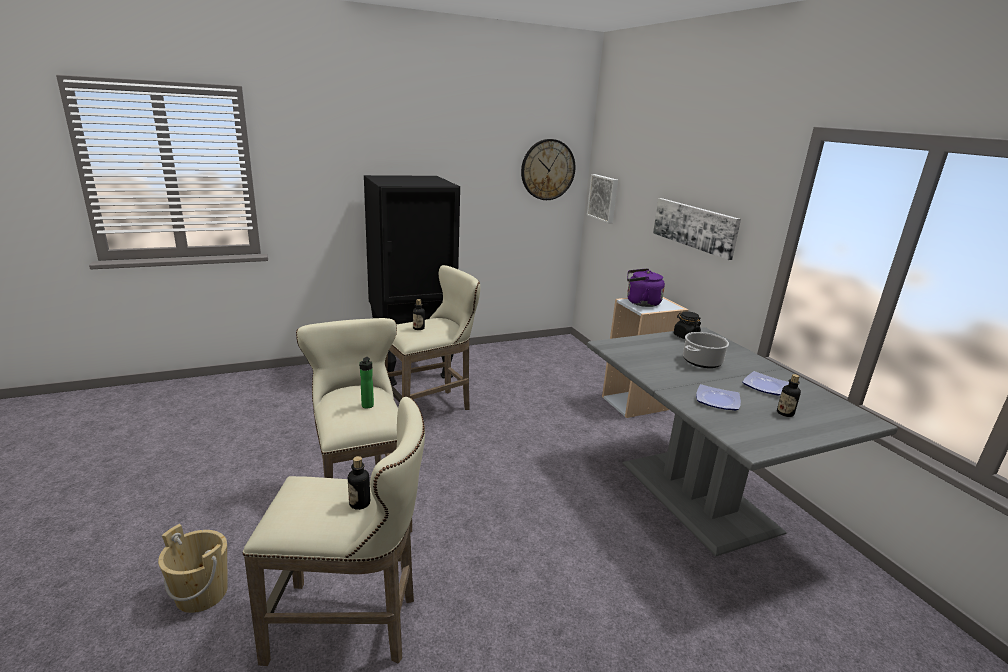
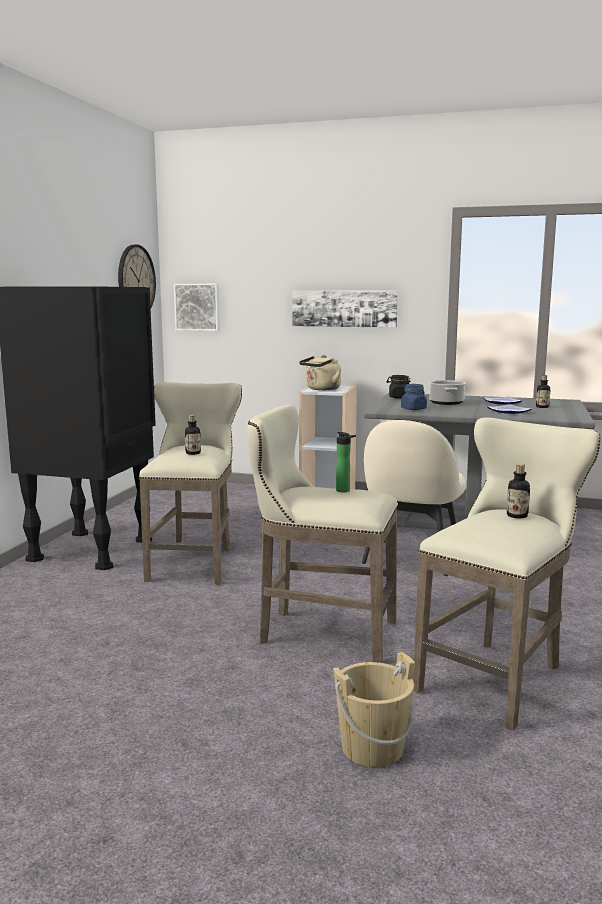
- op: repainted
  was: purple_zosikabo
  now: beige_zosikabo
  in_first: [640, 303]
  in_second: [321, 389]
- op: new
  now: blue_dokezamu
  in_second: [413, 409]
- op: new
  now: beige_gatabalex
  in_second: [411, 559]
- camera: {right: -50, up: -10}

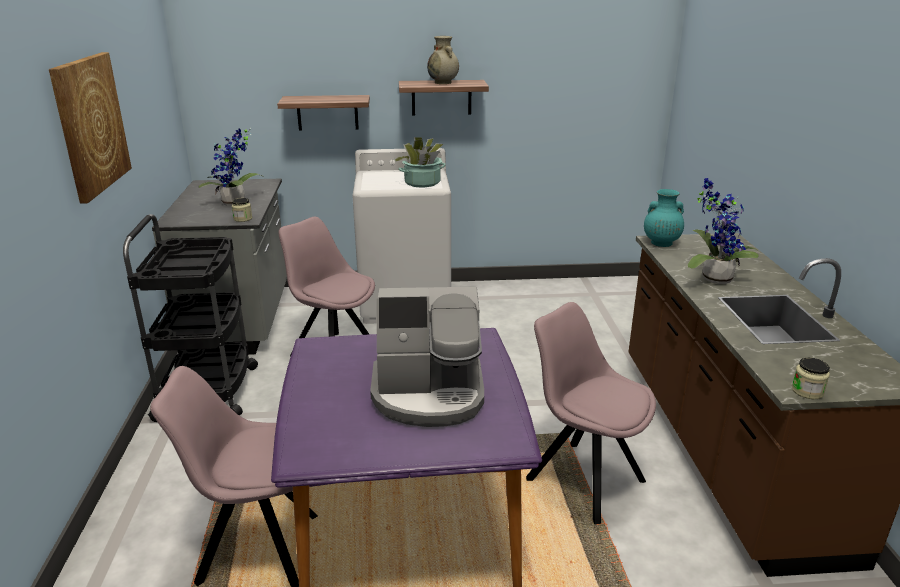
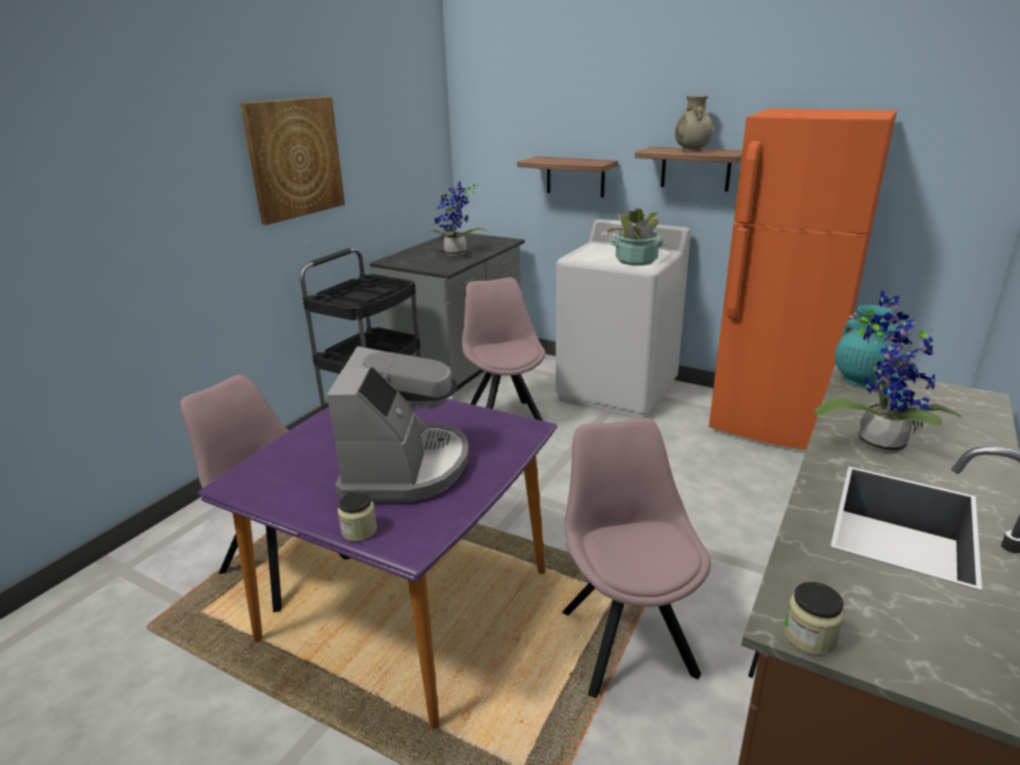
- op: shifted
  was: dokezamu
  in_first: [243, 219]
  in_second: [359, 530]
- op: rotated
  was: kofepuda
  in_first: [429, 394]
  in_second: [405, 467]
  clockwise: -120
- op: new
  now: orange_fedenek
  in_second: [770, 423]
- camera: {right: 35, up: 0}

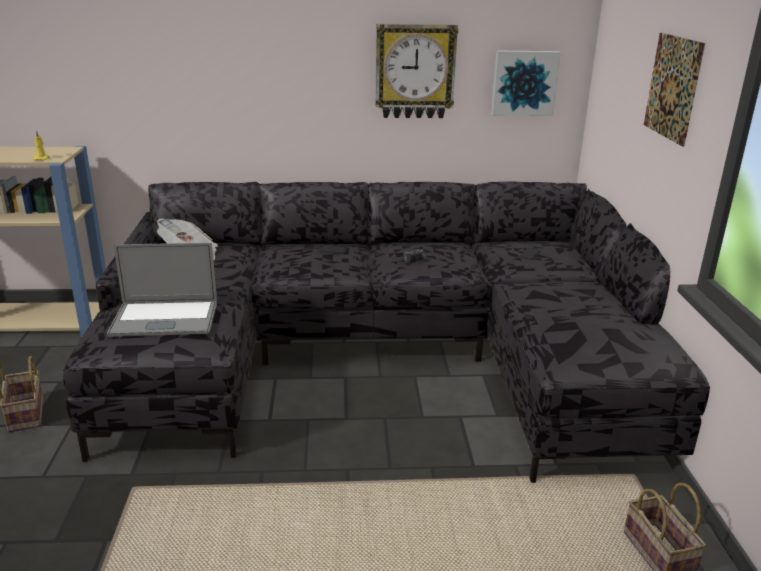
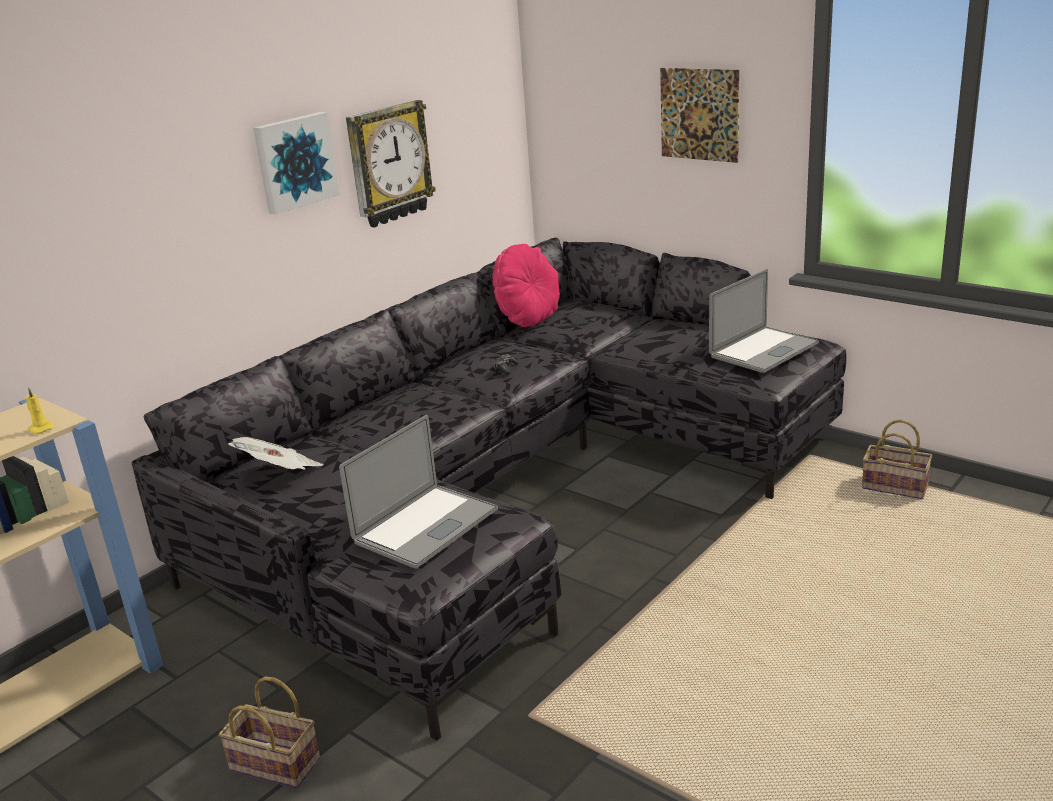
- op: shifted
  was: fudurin
  in_first: [524, 83]
  in_second: [294, 162]
- op: new
  now: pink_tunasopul
  in_second: [529, 321]
- op: new
  now: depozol
  in_second: [763, 350]
- camera: {right: -45, up: 0}

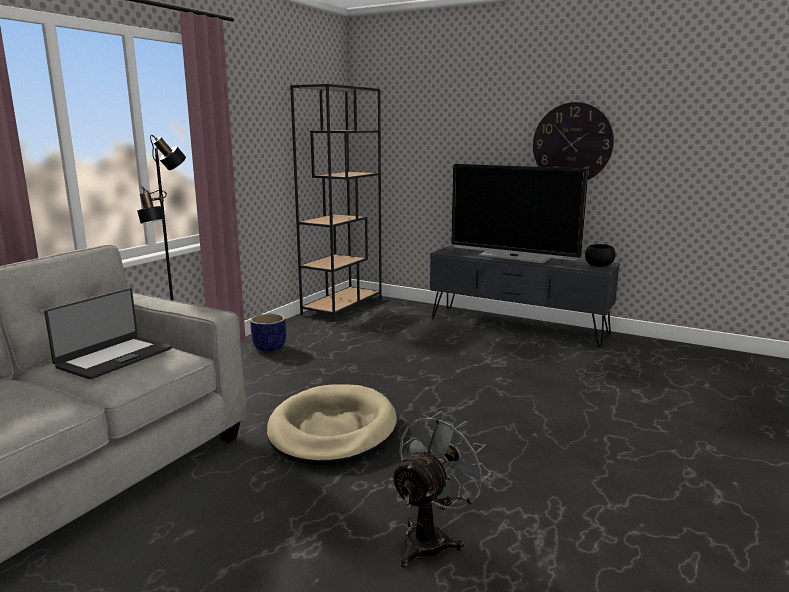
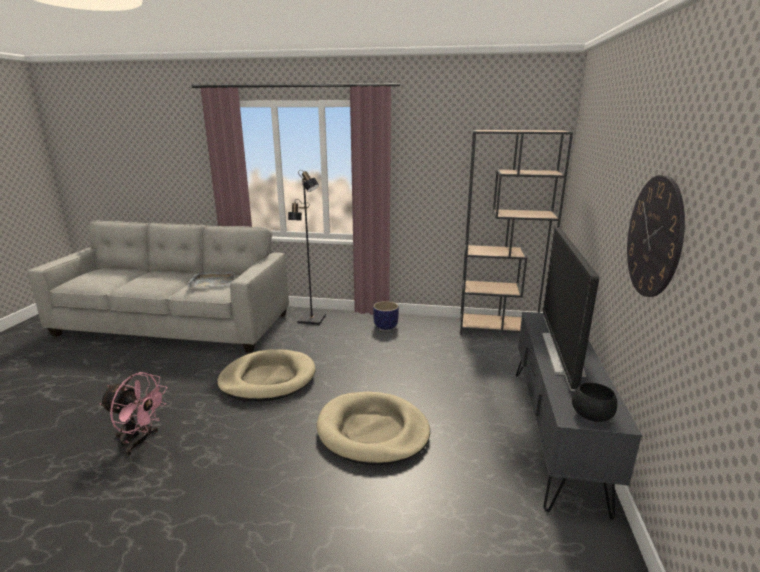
- op: swapped
  was: depozol
  now: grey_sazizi
  in_first: [114, 357]
  in_second: [212, 282]
- op: repainted
  was: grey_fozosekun
  now: pink_fozosekun
  in_first: [432, 538]
  in_second: [140, 441]
- op: new
  now: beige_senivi
  in_second: [373, 431]
- camera: {right: 70, up: 5}

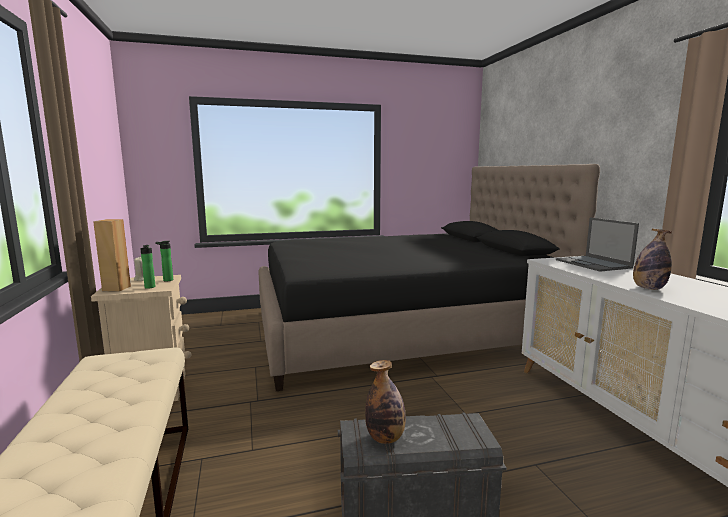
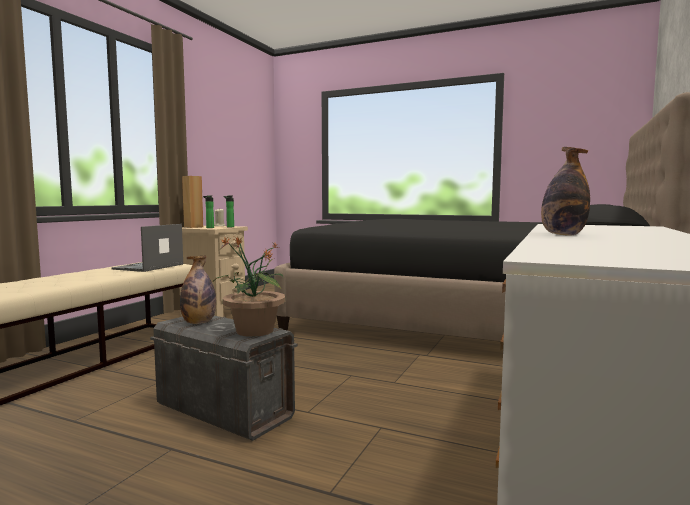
- op: shifted
  was: depozol
  in_first: [593, 264]
  in_second: [148, 267]
- op: new
  now: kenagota
  in_second: [254, 331]
- camera: {right: 40, up: -5}

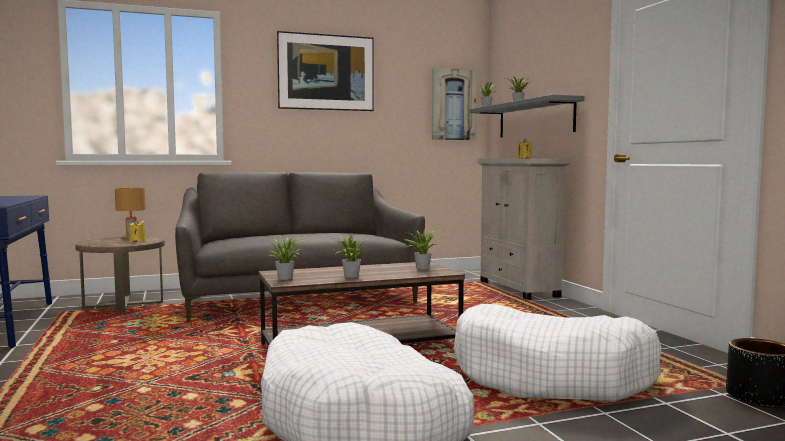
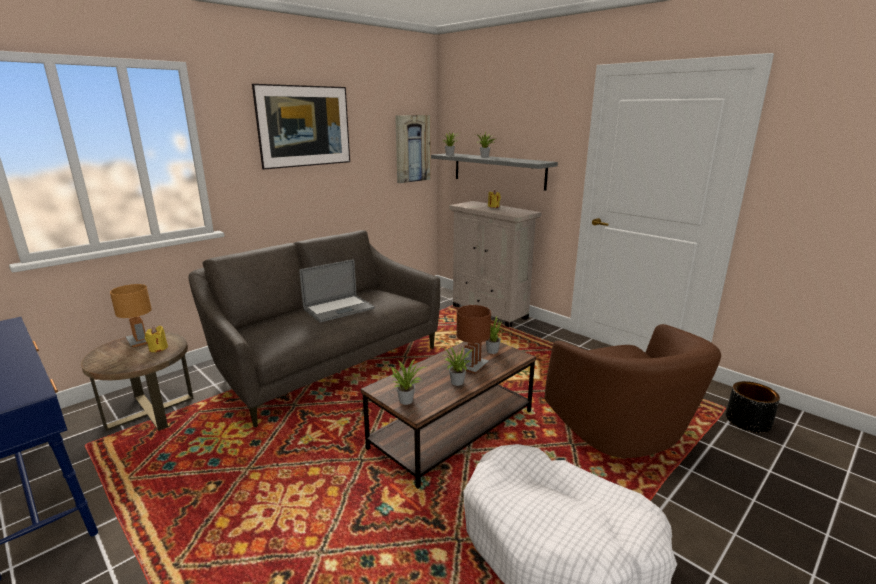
- op: swapped
  was: white_senivi
  now: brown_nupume
  in_first: [551, 377]
  in_second: [620, 433]
- op: new
  now: depozol
  in_second: [339, 309]
- op: new
  now: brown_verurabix
  in_second: [472, 366]
- camera: {right: -25, up: 15}

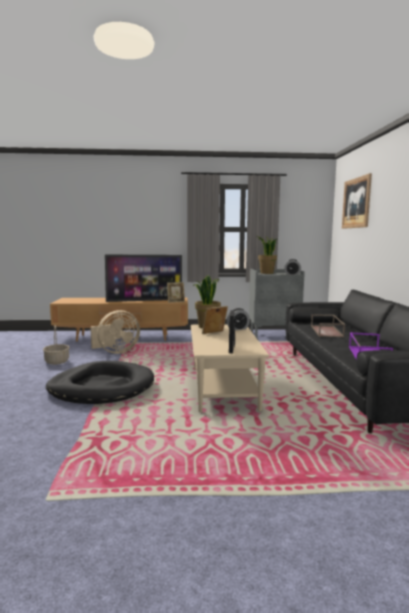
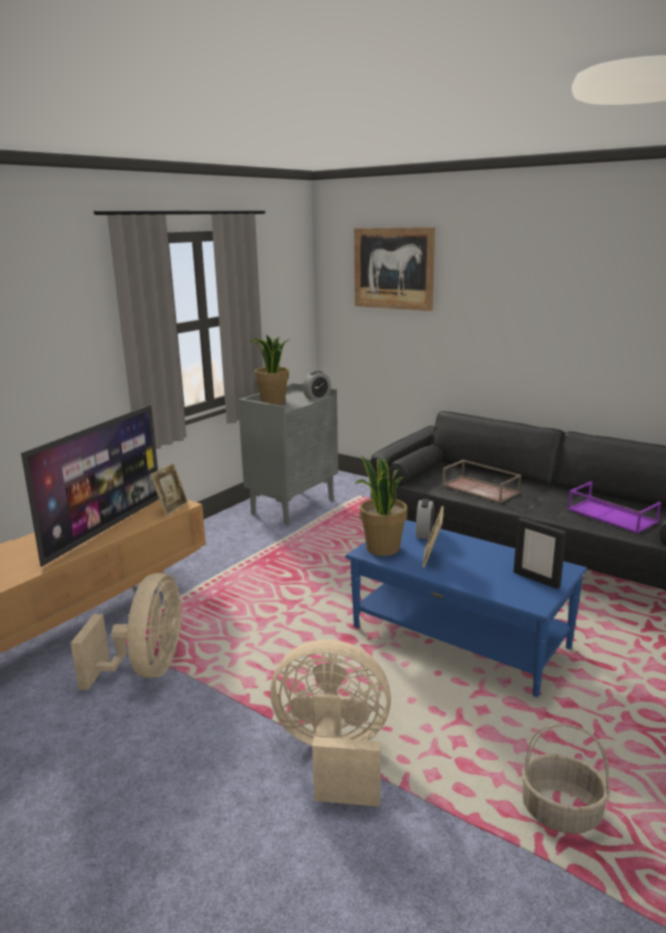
- op: repainted
  was: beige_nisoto
  now: blue_nisoto
  in_first: [223, 387]
  in_second: [460, 638]
- op: shifted
  was: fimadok
  in_first: [56, 361]
  in_second: [560, 812]
- op: swapped
  was: black_senivi
  now: beige_fozosekun
  in_first: [102, 387]
  in_second: [333, 756]
- camera: {right: -50, up: 10}

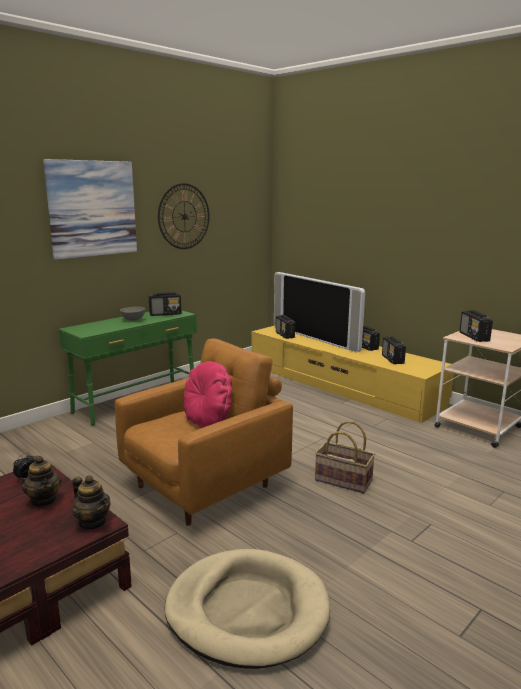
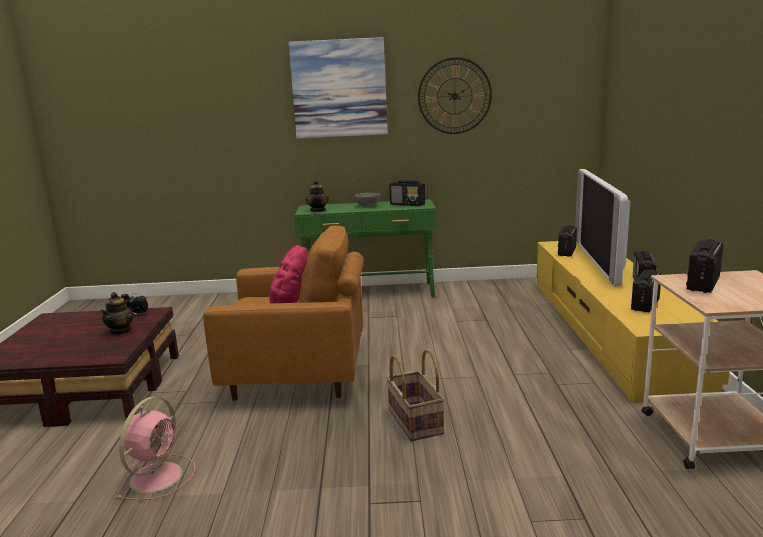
- op: shifted
  was: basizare
  in_first: [93, 522]
  in_second: [318, 210]
- op: swapped
  was: beige_senivi
  now: pink_fozosekun
  in_first: [247, 610]
  in_second: [157, 476]
- camera: {right: 45, up: 0}

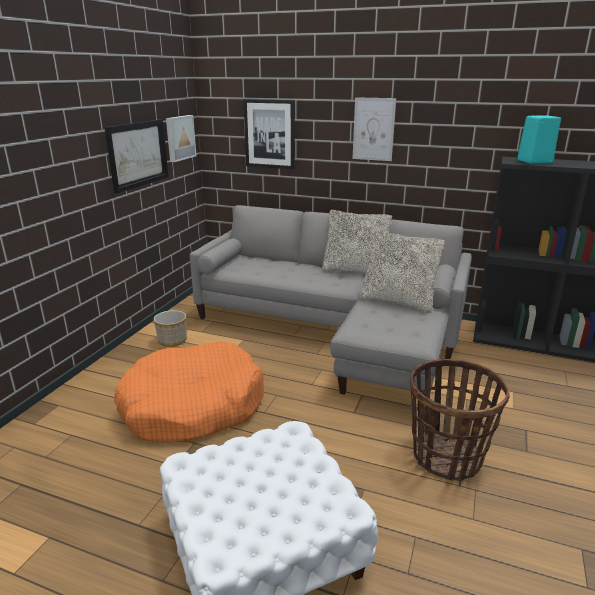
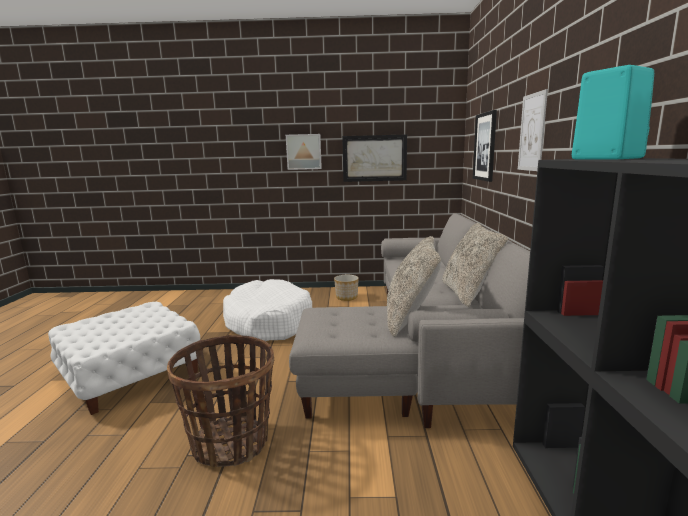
- op: shifted
  was: fudurin
  in_first: [179, 138]
  in_second: [304, 152]
- op: repainted
  was: orange_senivi
  now: white_senivi
  in_first: [192, 406]
  in_second: [268, 322]
- camera: {right: 70, up: -10}

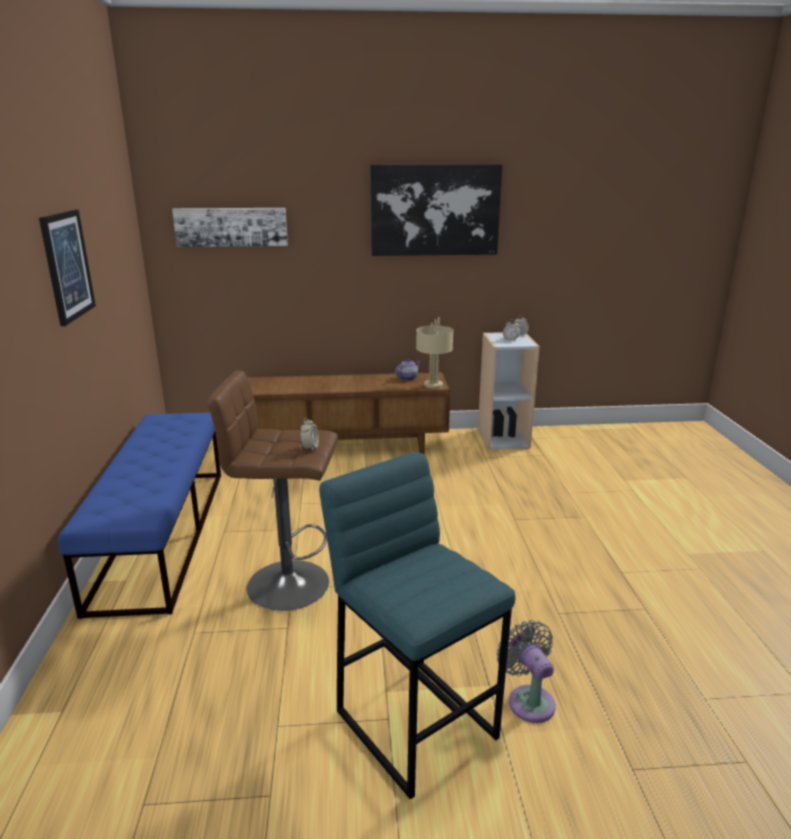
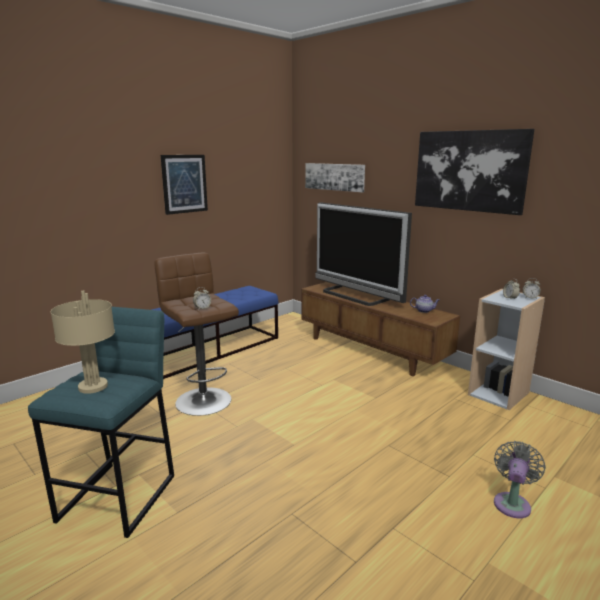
- op: shifted
  was: beige_verurabix
  in_first: [433, 385]
  in_second: [92, 387]
- op: shifted
  was: grey_fozosekun
  in_first: [528, 700]
  in_second: [512, 503]
- op: new
  now: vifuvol
  in_second: [354, 296]
- camera: {right: 50, up: -5}

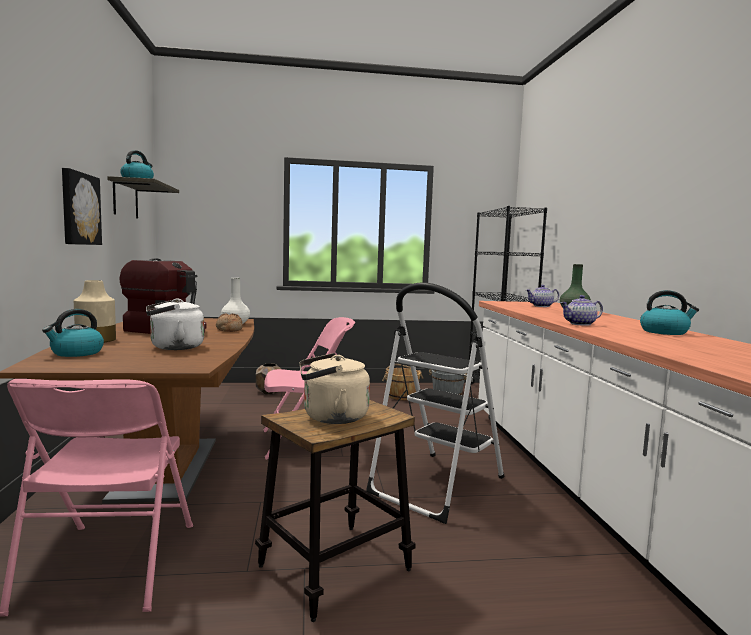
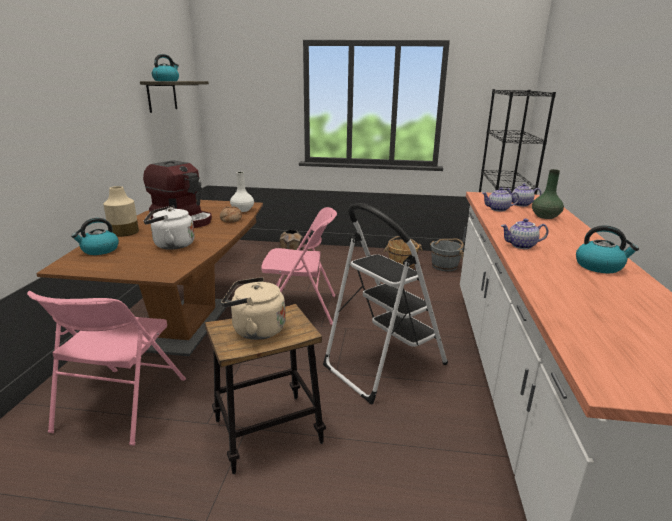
- op: gone
  was: fudurin
  in_first: [79, 209]
- op: new
  now: basizare
  in_second: [498, 209]
- camera: {right: 15, up: 15}

